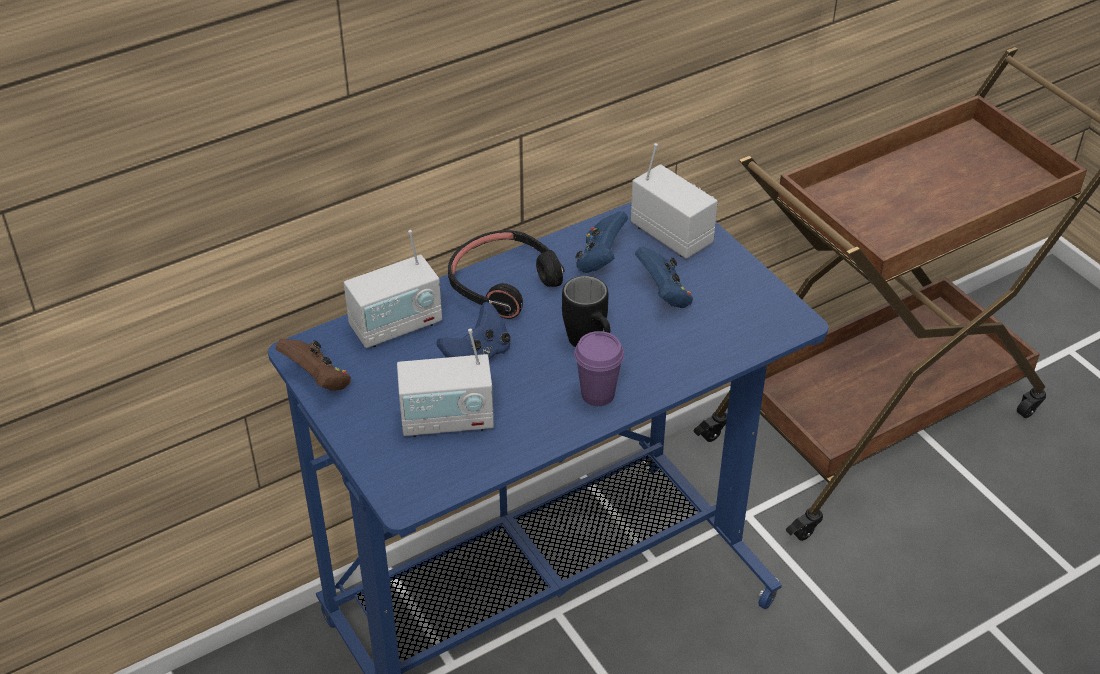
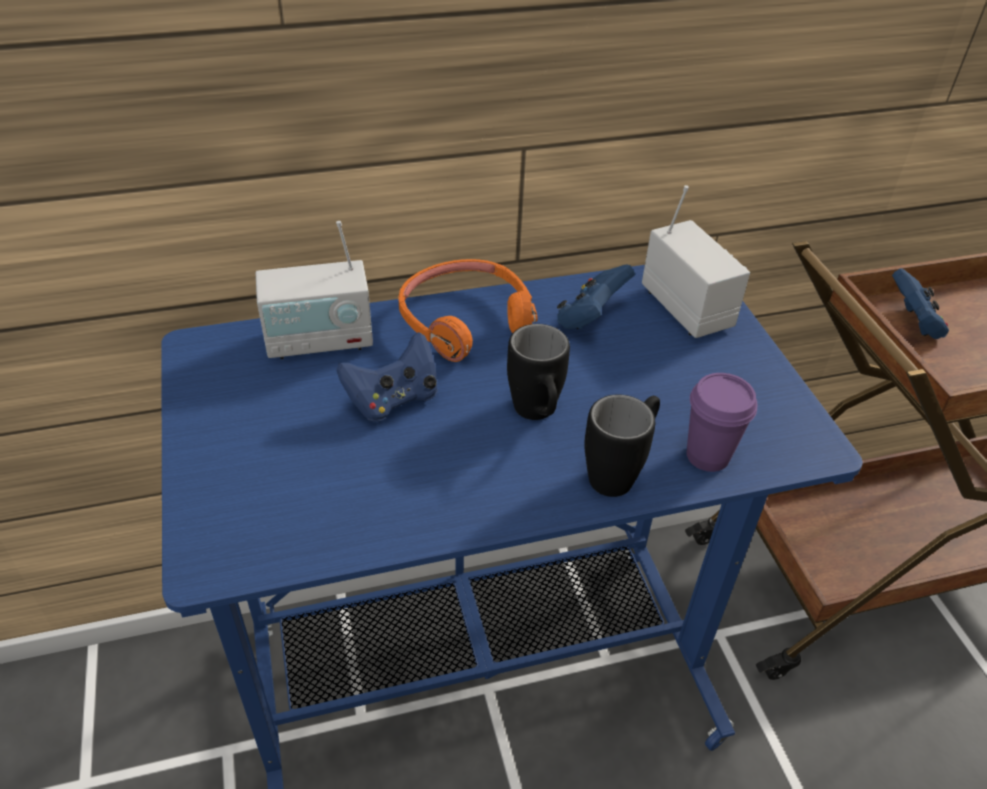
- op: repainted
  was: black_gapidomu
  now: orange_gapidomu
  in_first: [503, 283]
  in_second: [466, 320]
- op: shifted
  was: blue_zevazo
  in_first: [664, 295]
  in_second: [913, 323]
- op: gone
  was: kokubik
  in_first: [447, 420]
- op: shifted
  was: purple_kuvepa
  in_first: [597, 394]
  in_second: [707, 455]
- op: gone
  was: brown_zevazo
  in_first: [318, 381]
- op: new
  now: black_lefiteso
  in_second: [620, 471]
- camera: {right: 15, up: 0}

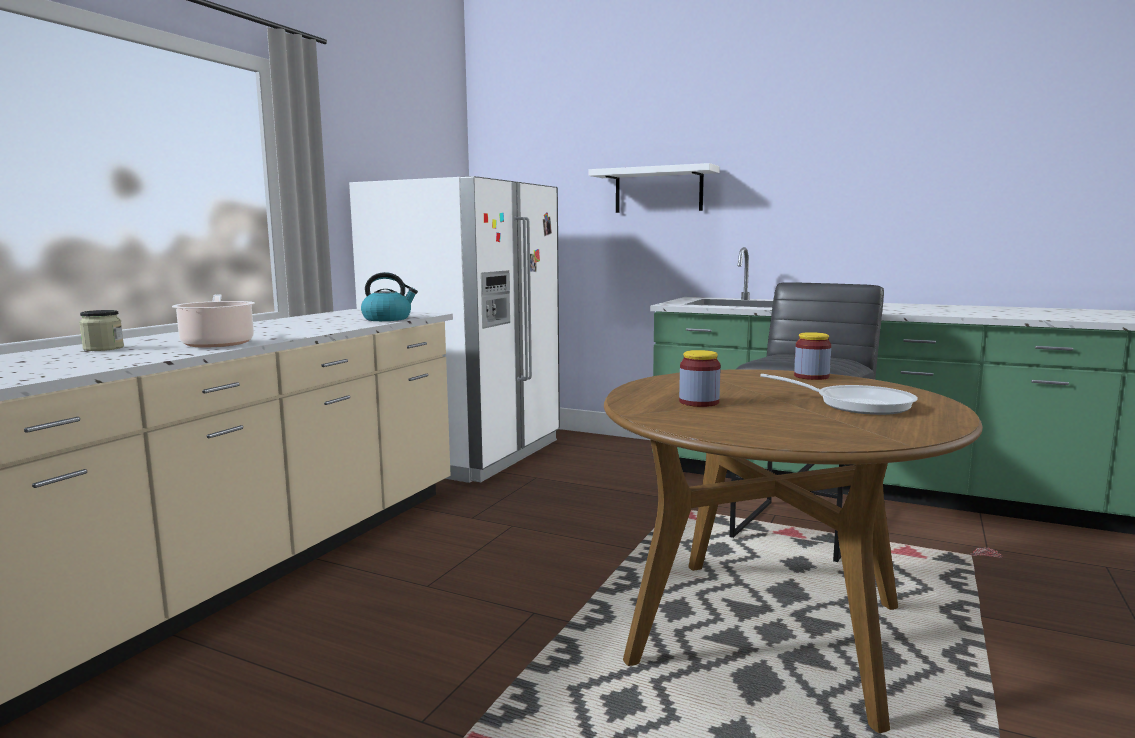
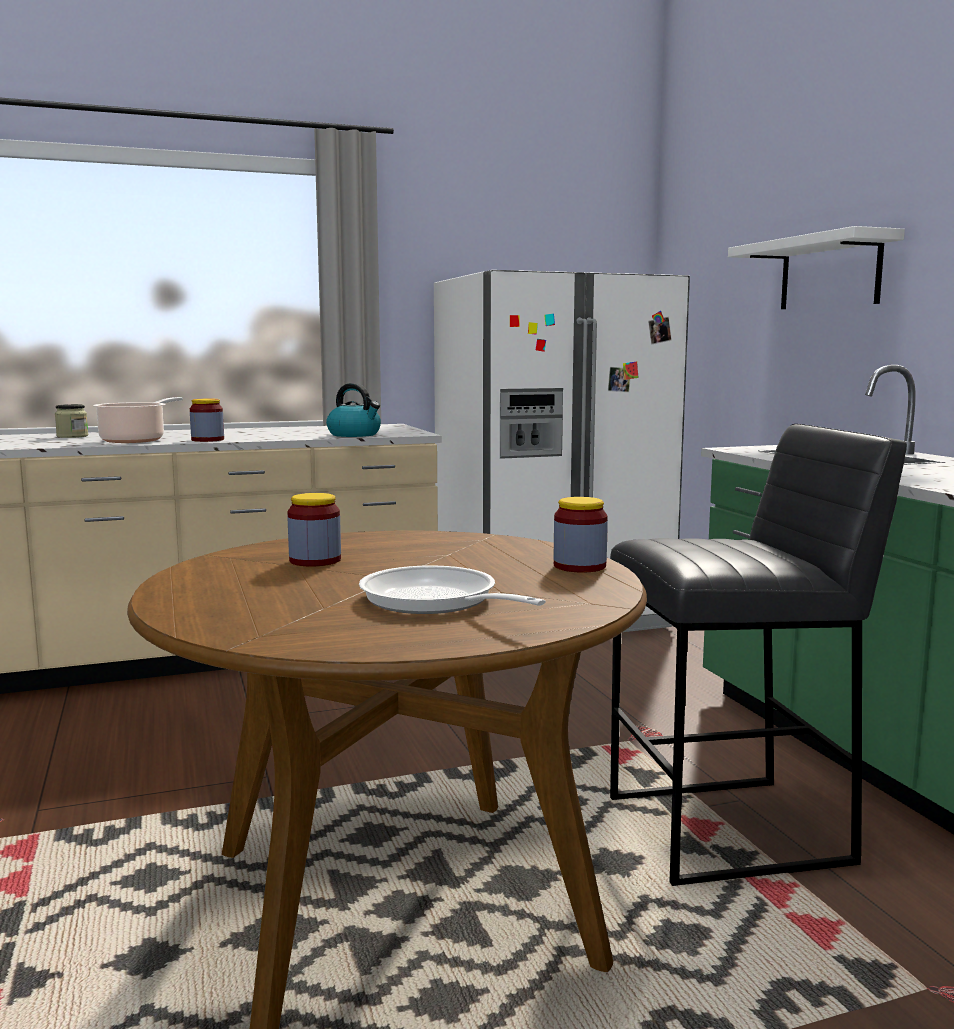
- op: rotated
  was: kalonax
  in_first: [855, 404]
  in_second: [435, 602]
  clockwise: 150
- op: new
  now: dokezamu
  in_second: [207, 440]
- camera: {right: 45, up: 0}

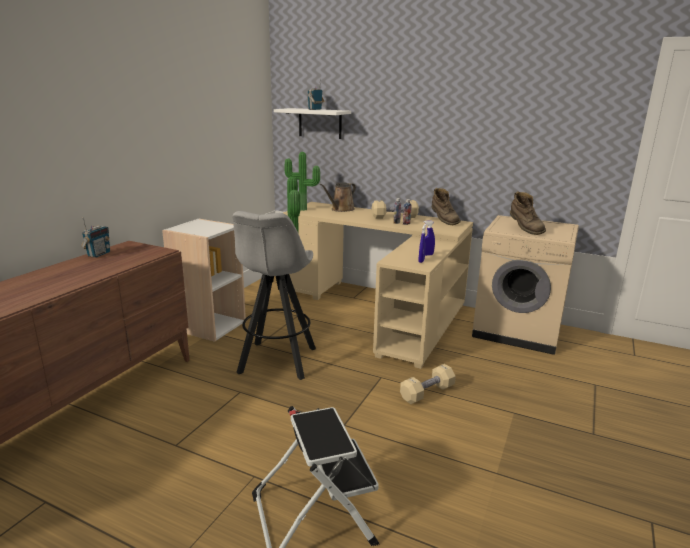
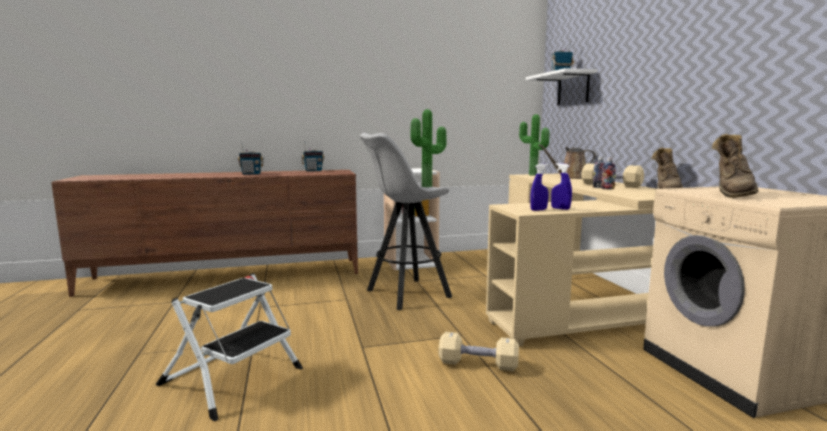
- op: new
  now: kokubik
  in_second: [251, 174]
- camera: {right: 50, up: -10}

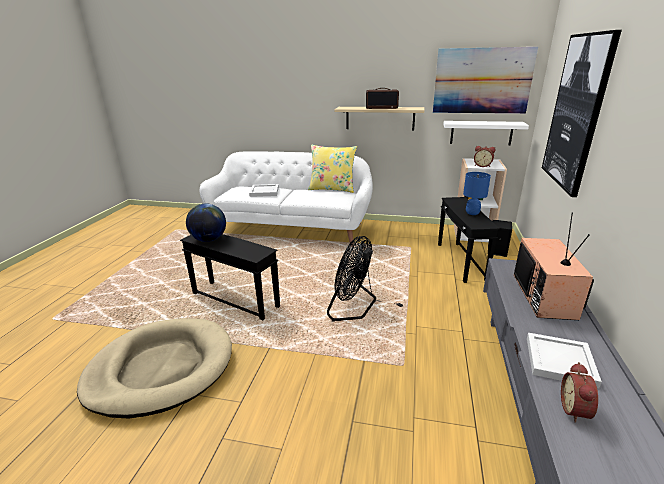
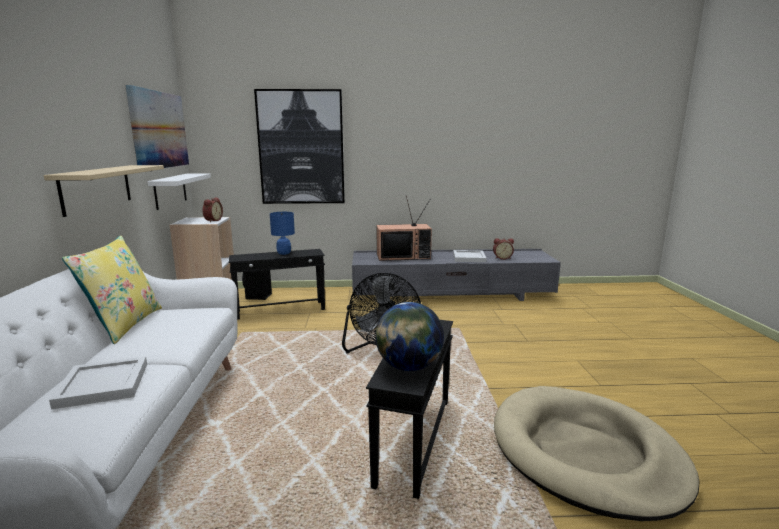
- op: gone
  was: kokubik
  in_first: [382, 108]
- camera: {right: -105, up: -10}

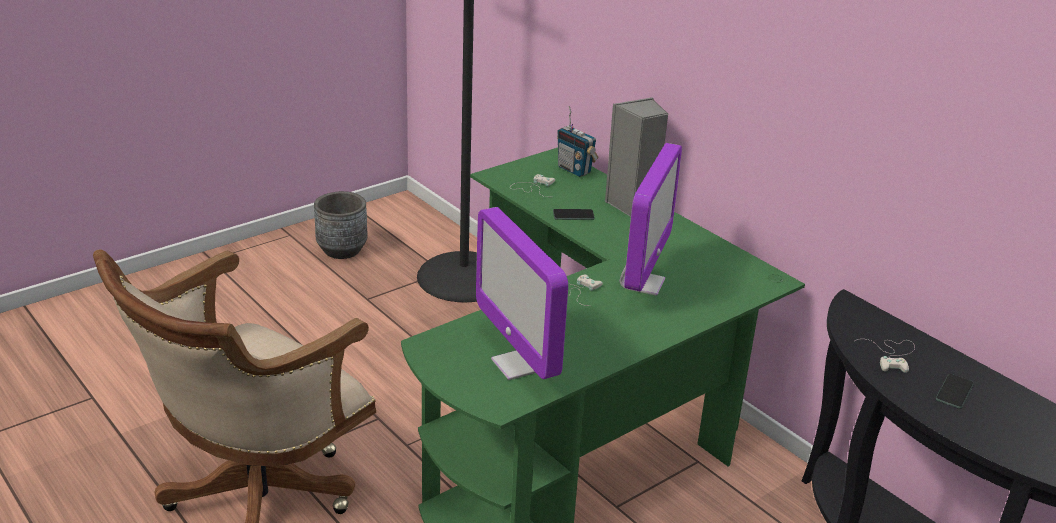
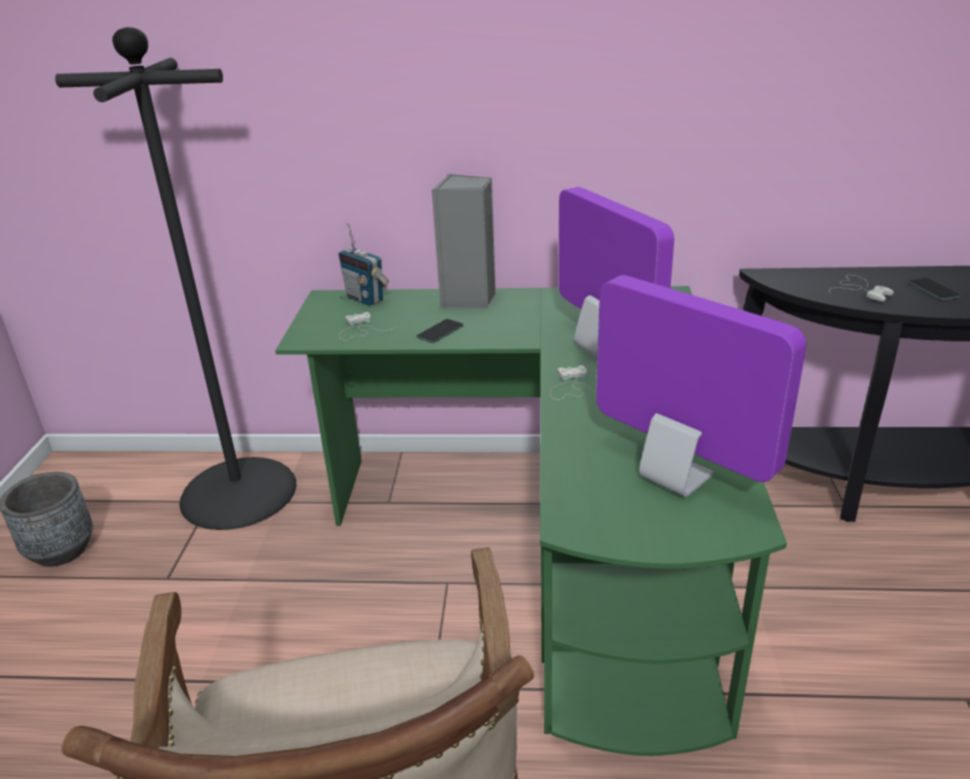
- op: rotated
  was: kokubik
  in_first: [574, 170]
  in_second: [365, 299]
  clockwise: 45
- op: rotated
  was: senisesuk
  in_first: [519, 364]
  in_second: [676, 477]
  clockwise: -150
- camera: {right: -45, up: 0}

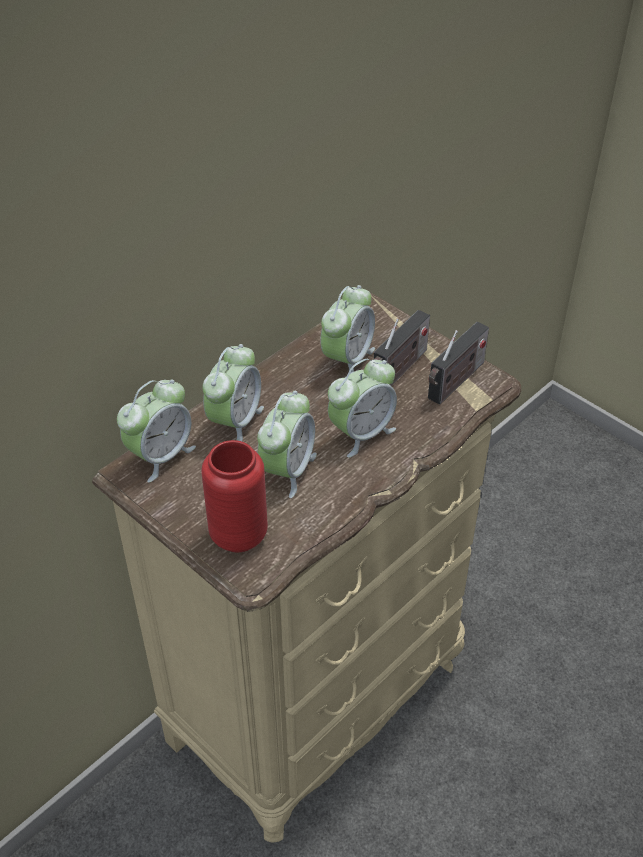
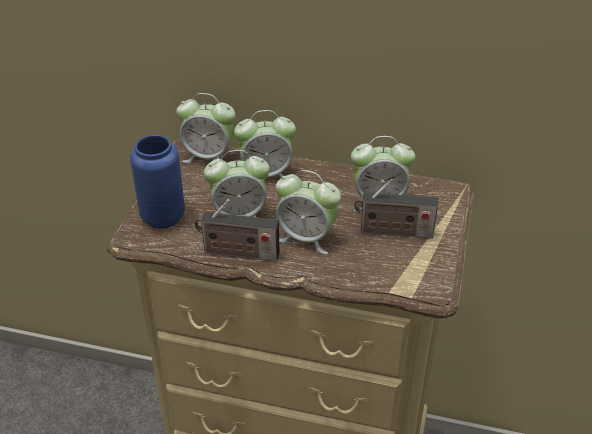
- op: shifted
  was: kokubik
  in_first: [454, 383]
  in_second: [237, 253]
- op: repainted
  was: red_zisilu
  now: blue_zisilu
  in_first: [238, 535]
  in_second: [163, 217]
- camera: {right: 60, up: -5}

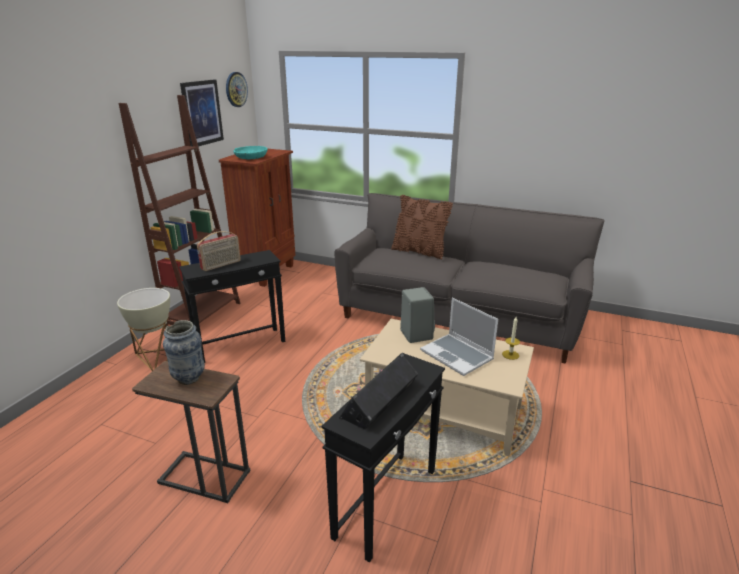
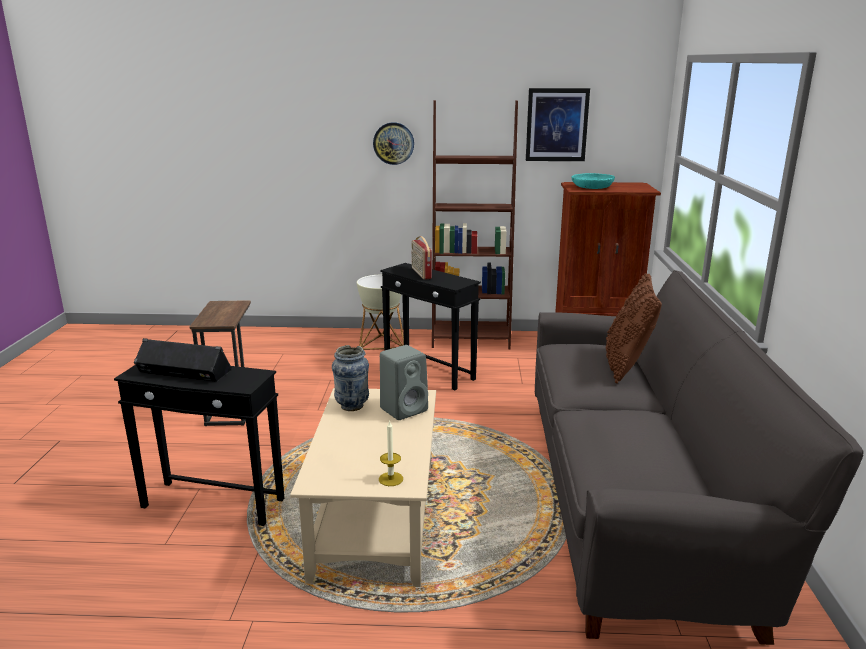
- op: shifted
  was: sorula
  in_first: [236, 89]
  in_second: [393, 143]
- op: rotated
  was: kokubik
  in_first: [221, 265]
  in_second: [421, 273]
  clockwise: 45
- op: gone
  was: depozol
  in_first: [458, 355]
- op: shifted
  was: zisilu
  in_first: [189, 378]
  in_second: [352, 406]
- camera: {right: 70, up: -5}

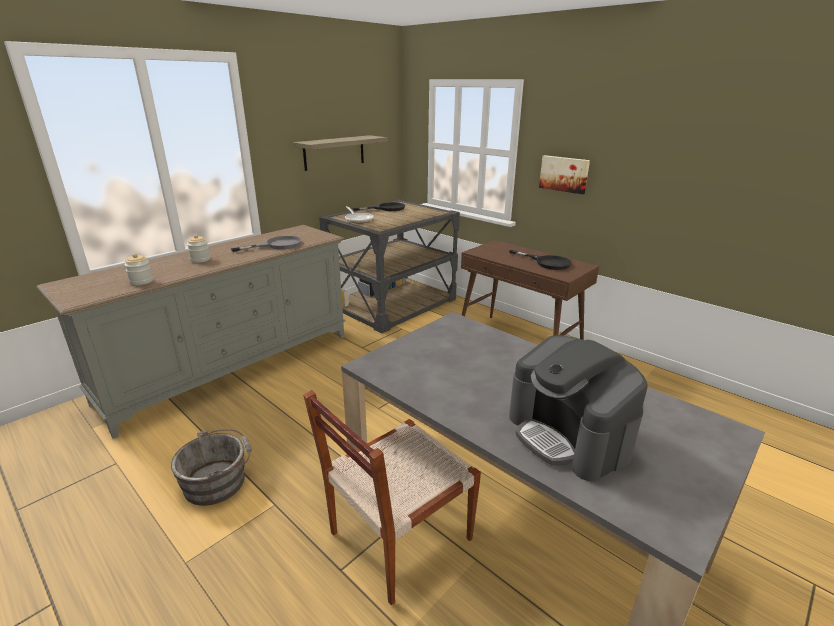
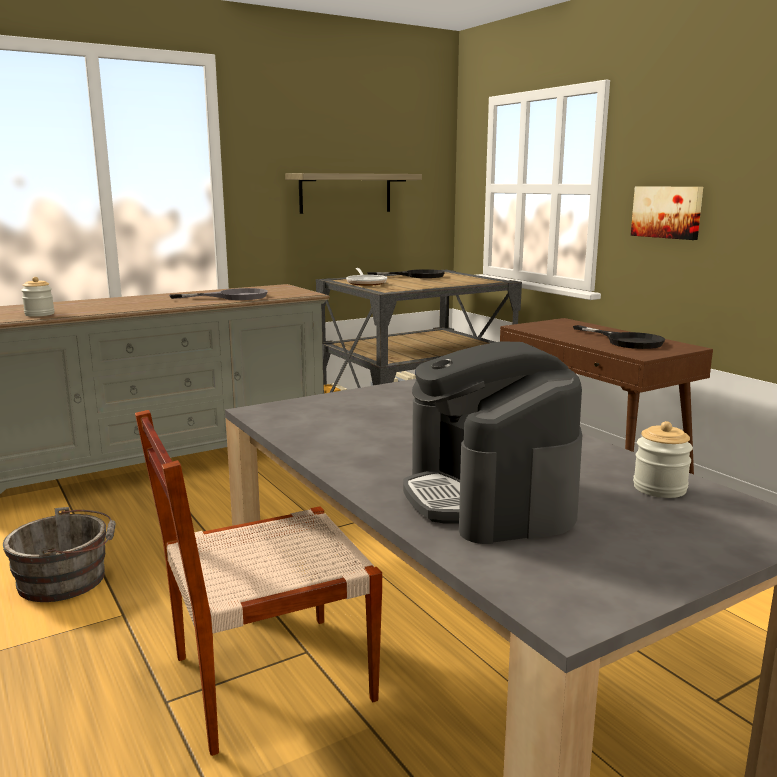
- op: shifted
  was: dokezamu
  in_first: [200, 259]
  in_second: [659, 488]
- camera: {right: 15, up: -10}

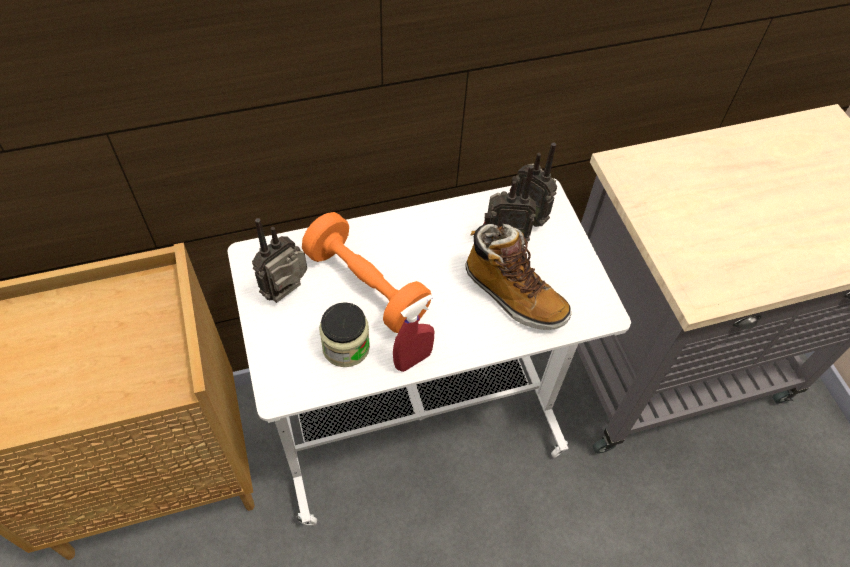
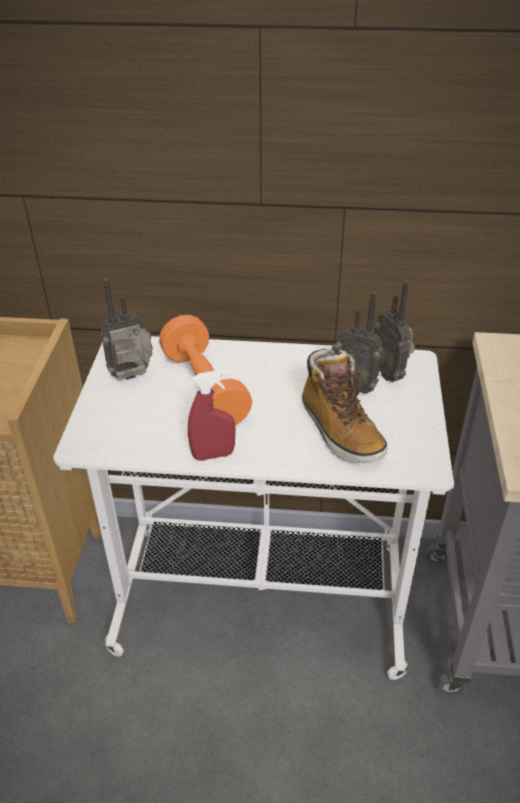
- op: gone
  was: dokezamu
  in_first: [346, 347]
- camera: {right: 25, up: -15}

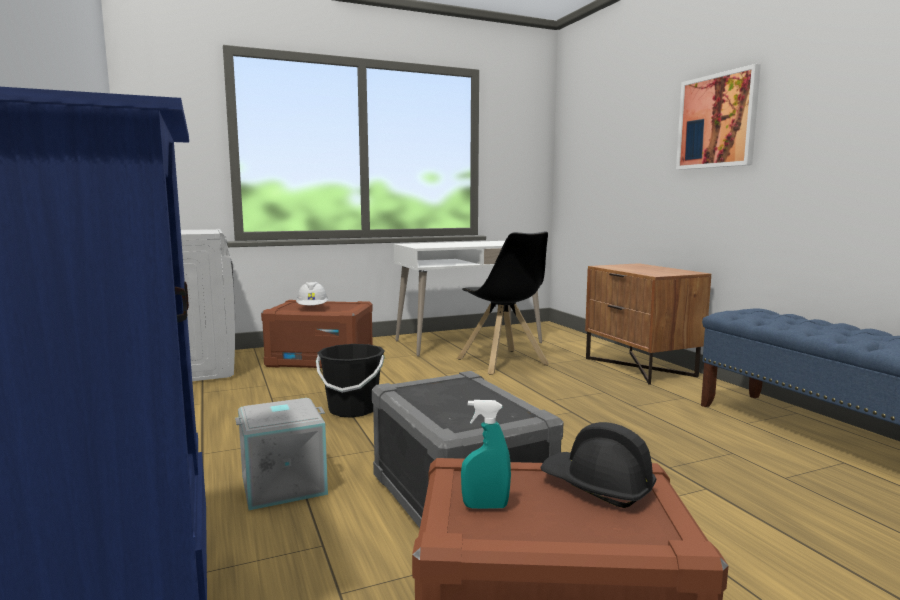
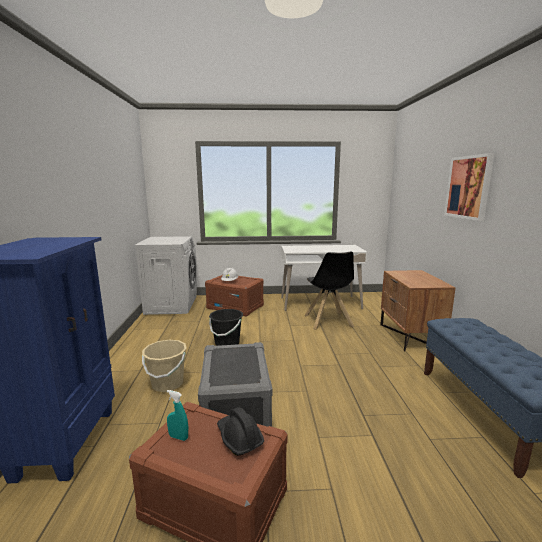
- op: swapped
  was: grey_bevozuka
  now: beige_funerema
  in_first: [284, 484]
  in_second: [167, 384]
- camera: {right: 20, up: 5}

